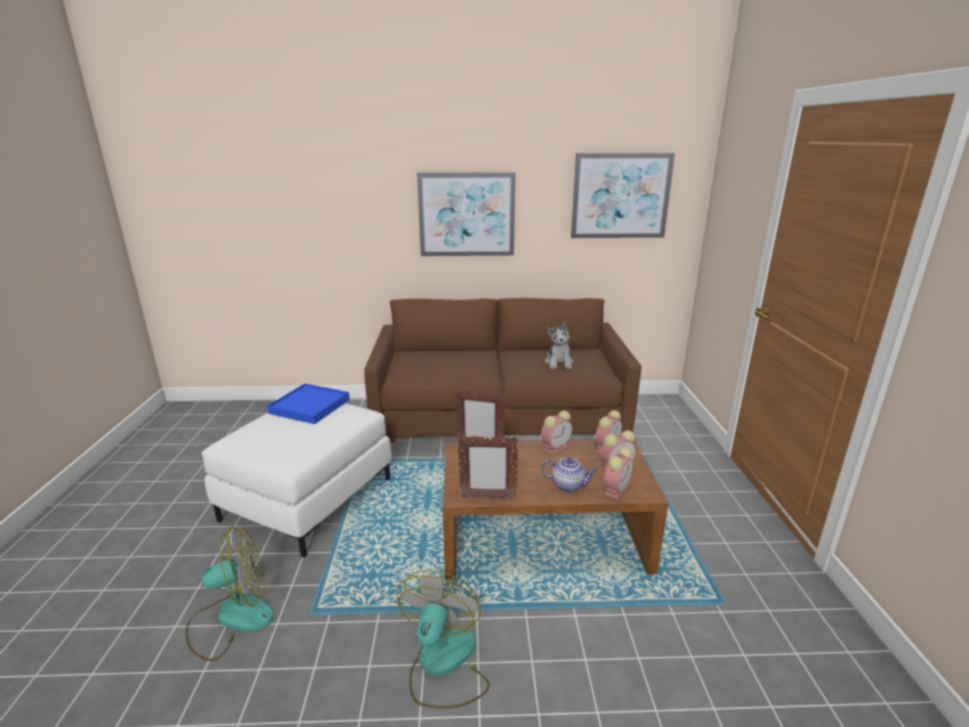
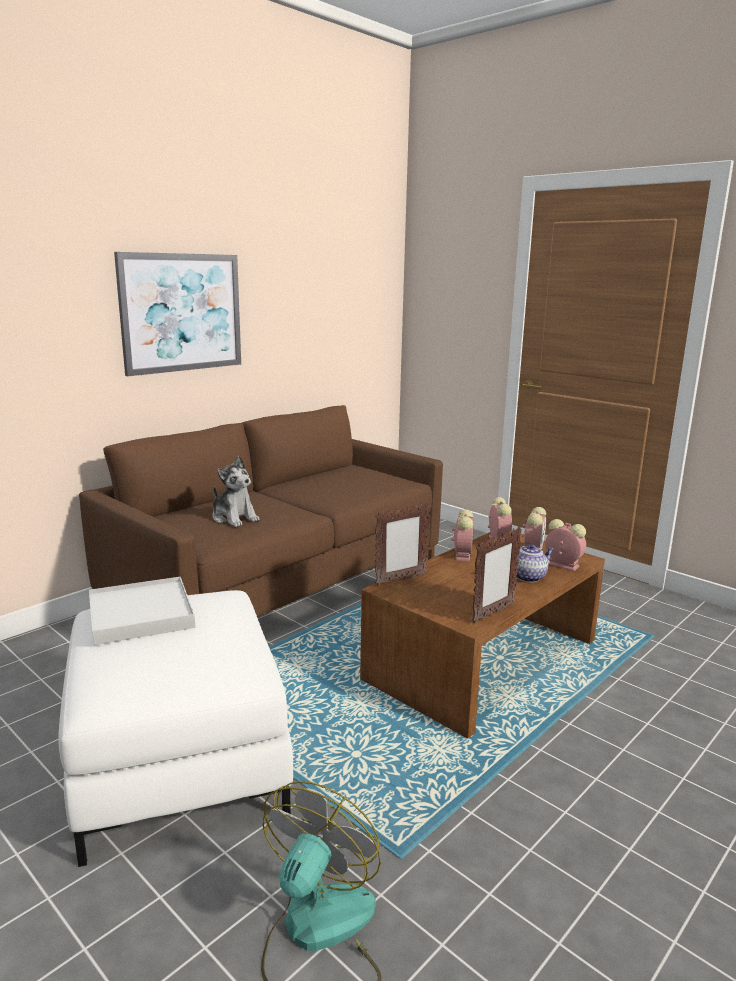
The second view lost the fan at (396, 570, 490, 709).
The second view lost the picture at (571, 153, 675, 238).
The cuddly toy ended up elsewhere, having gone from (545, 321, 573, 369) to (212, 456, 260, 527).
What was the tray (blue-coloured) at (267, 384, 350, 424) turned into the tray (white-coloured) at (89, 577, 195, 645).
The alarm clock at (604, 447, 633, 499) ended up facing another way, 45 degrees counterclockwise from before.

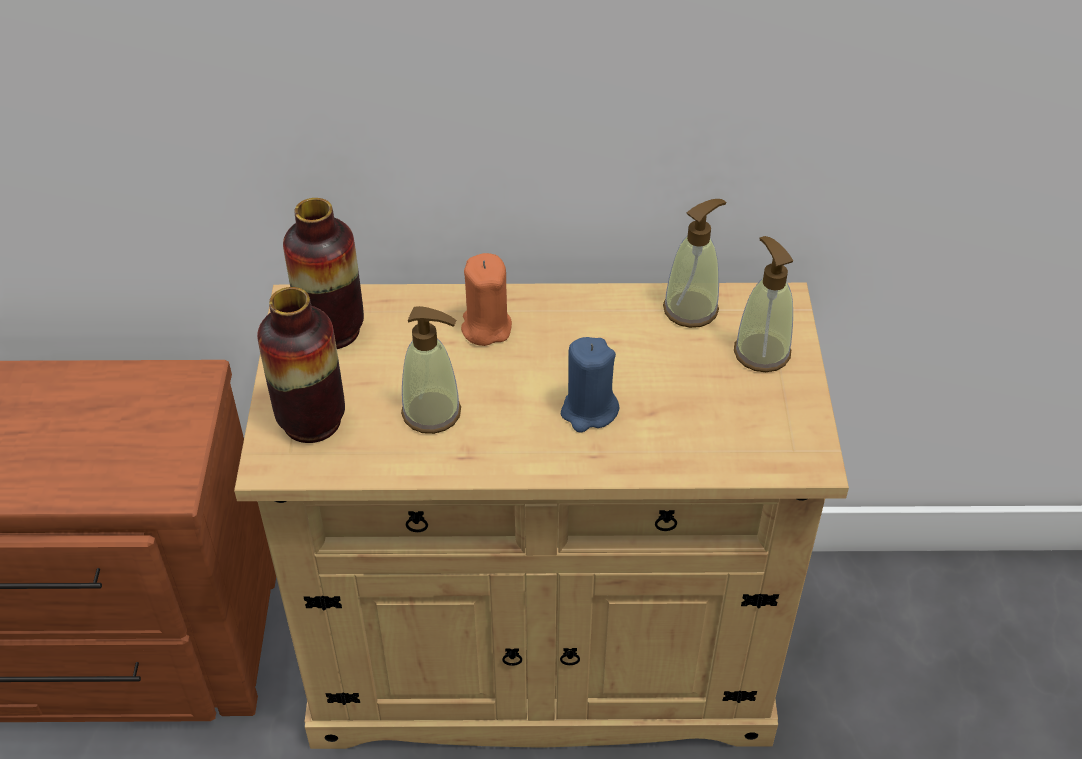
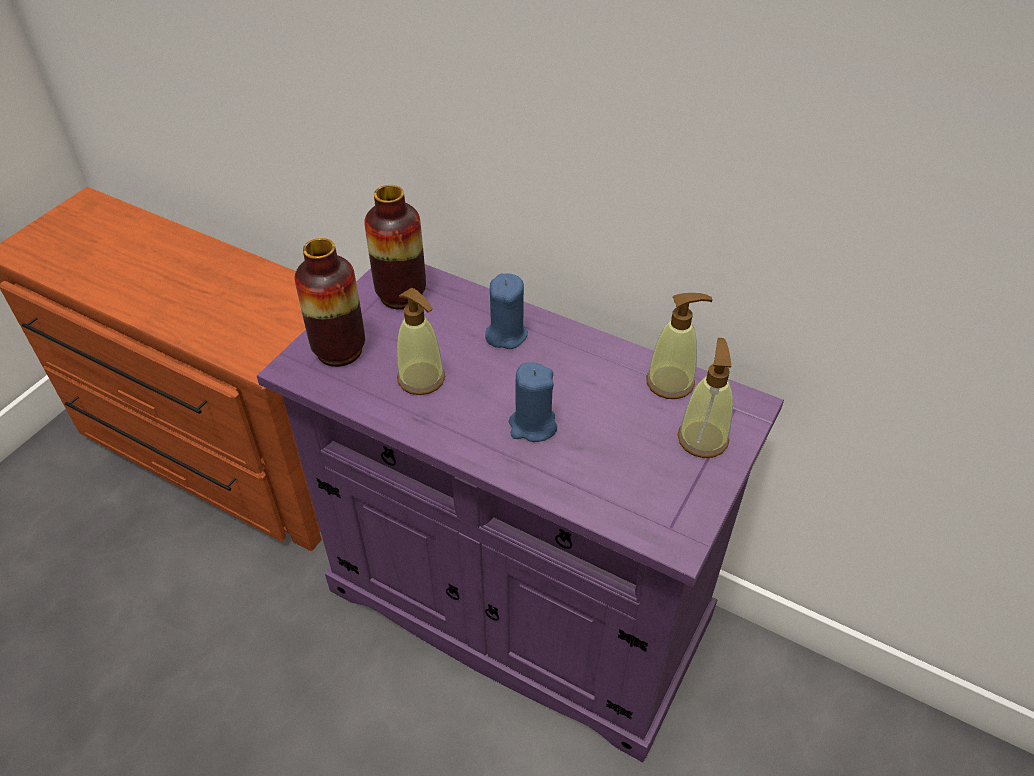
What was the cupboard (beige-coloured) at (234, 283, 849, 749) turned into the cupboard (purple) at (257, 264, 784, 762).
What was the wax light (orange-coloured) at (461, 253, 512, 346) turned into the wax light (blue-coloured) at (485, 274, 528, 349).

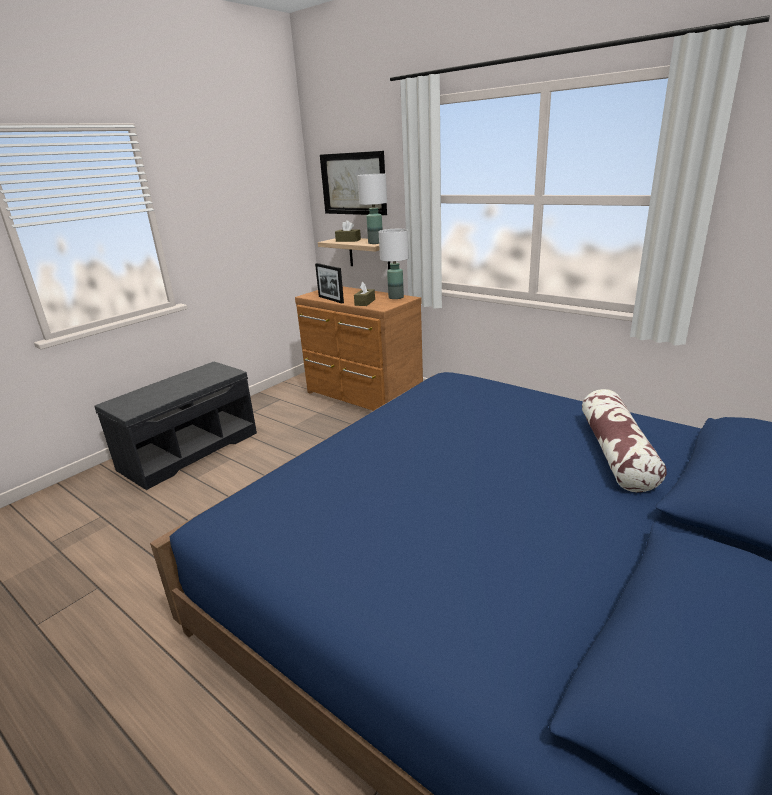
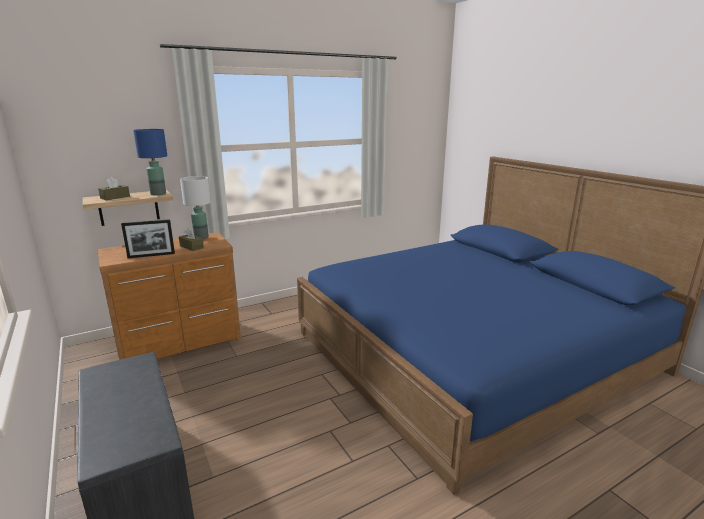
The second view lost the picture at (320, 151, 387, 215).
The second view lost the throw pillow at (582, 389, 667, 492).
What was the tabletop lamp (white-coloured) at (357, 174, 387, 244) turned into the tabletop lamp (blue-coloured) at (133, 129, 167, 195).

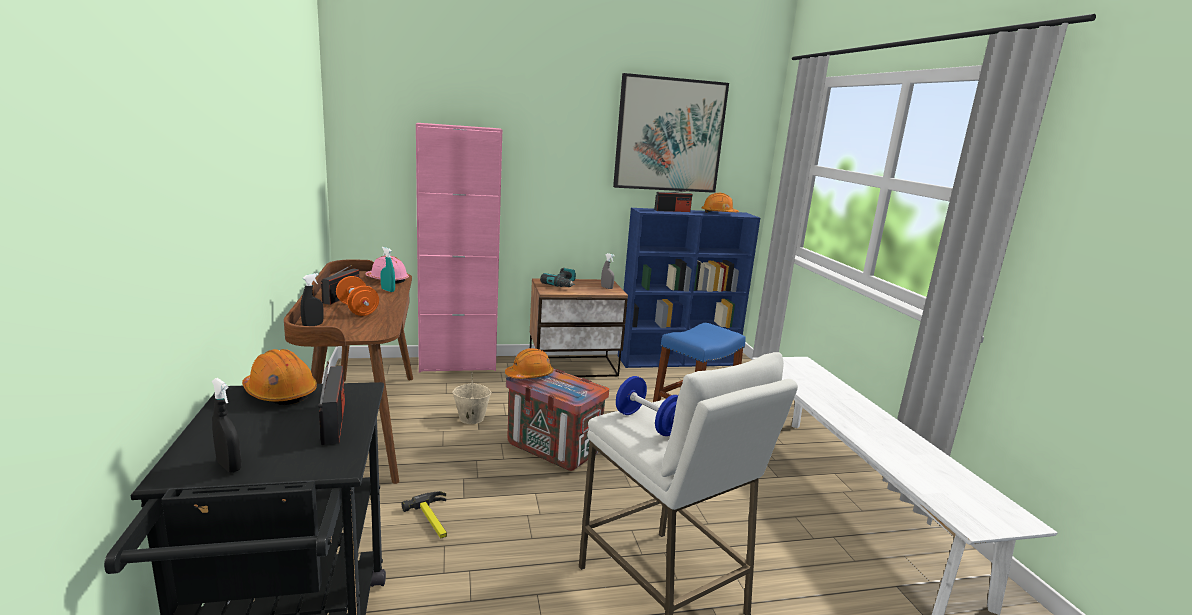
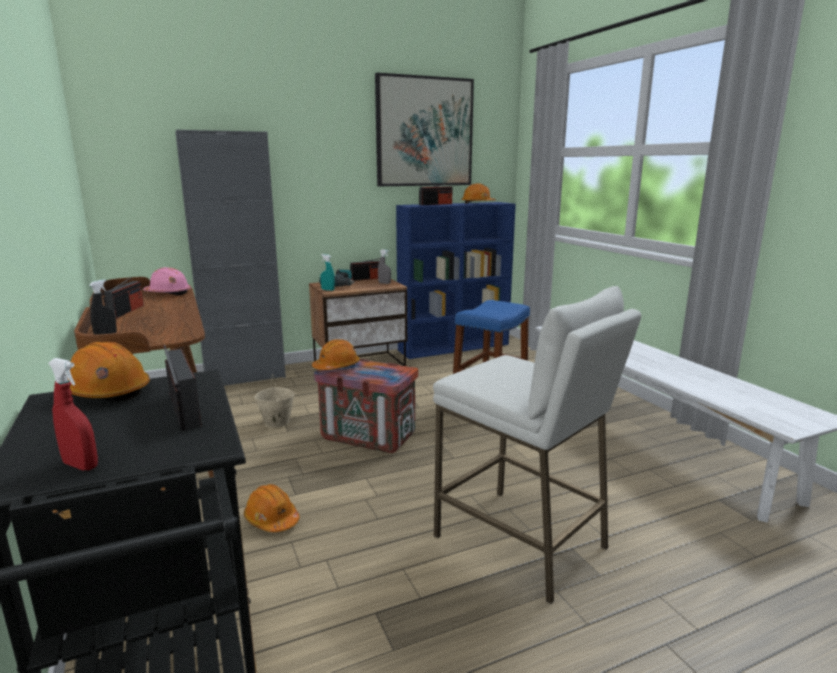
The second view lost the free weight (orange-coloured) at (336, 276, 379, 316).
The second view lost the free weight (blue-coloured) at (616, 376, 678, 436).
The second view gained the radio set at (350, 258, 380, 281).
The sprayer (blue-green) ended up elsewhere, having gone from (380, 247, 395, 292) to (320, 254, 335, 291).
Where the tool hammer stood at (402, 491, 447, 539), the safety helmet (orange-coloured) came to stand at (244, 484, 300, 532).
What was the sprayer (black-coloured) at (212, 378, 241, 473) turned into the sprayer (reddish) at (48, 358, 98, 470).
What was the cupboard (pinkish) at (416, 123, 502, 372) turned into the cupboard (gray) at (175, 130, 286, 386).

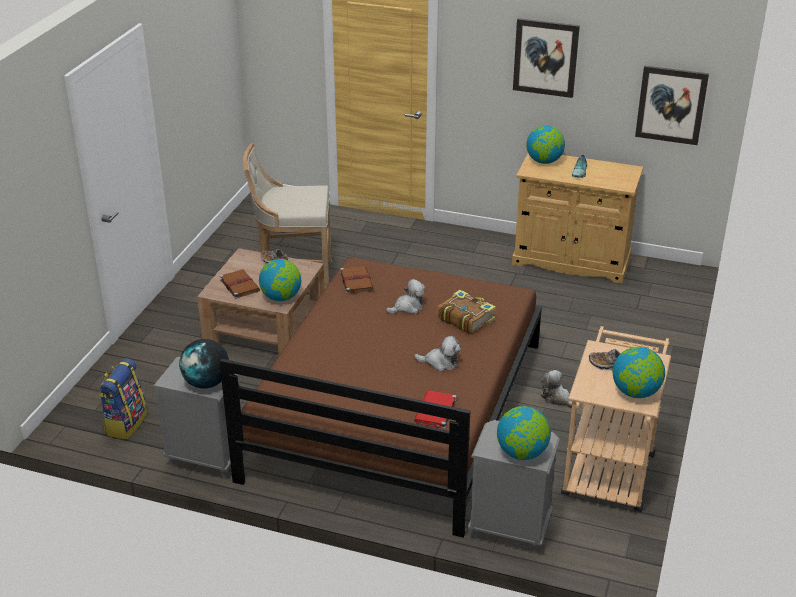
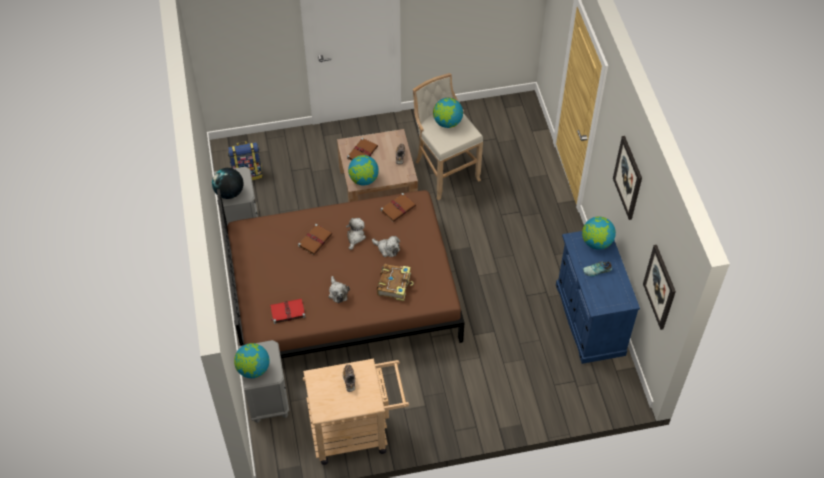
The second view gained the book (brown-coloured) at (298, 224, 332, 255).
The cuddly toy ended up elsewhere, having gone from (541, 370, 572, 408) to (346, 218, 366, 250).
The globe ended up elsewhere, having gone from (613, 347, 665, 398) to (433, 98, 463, 128).
What was the cupboard (beige-coloured) at (512, 153, 643, 284) turned into the cupboard (blue-coloured) at (556, 231, 640, 364).

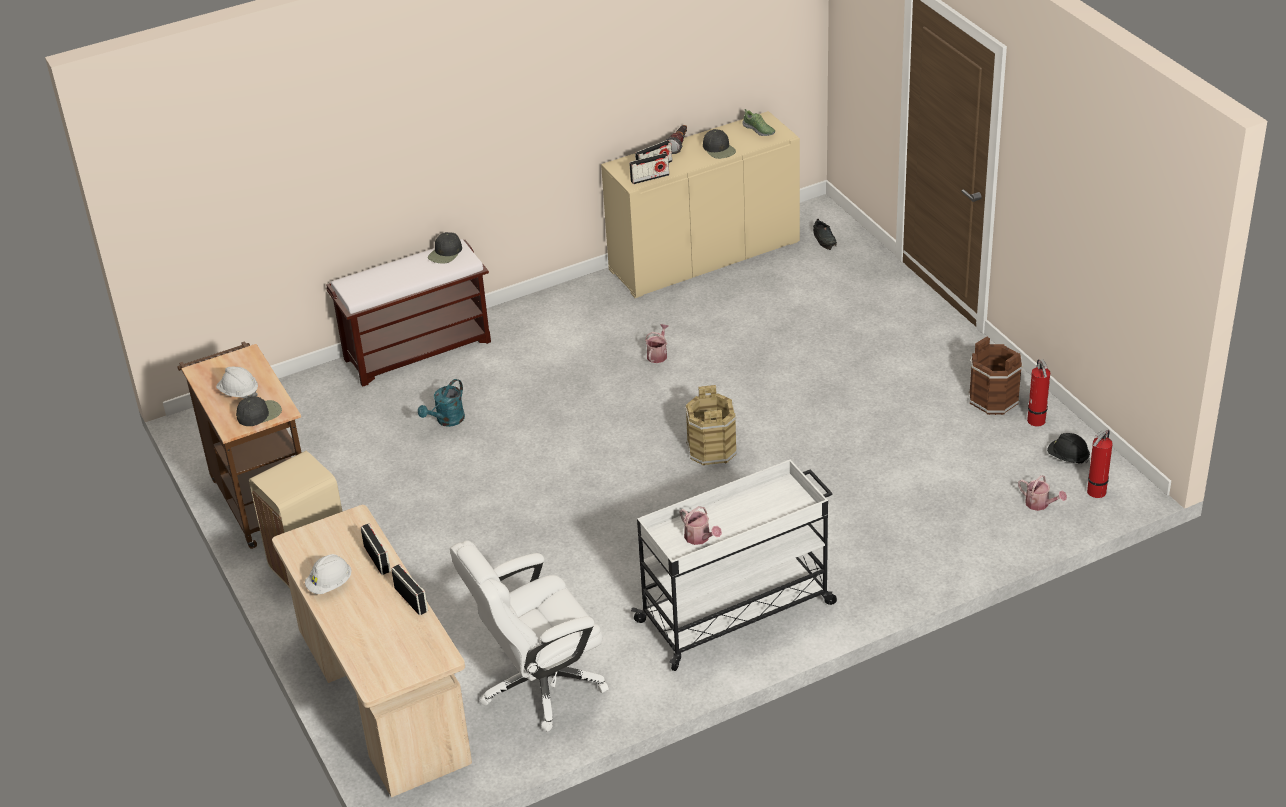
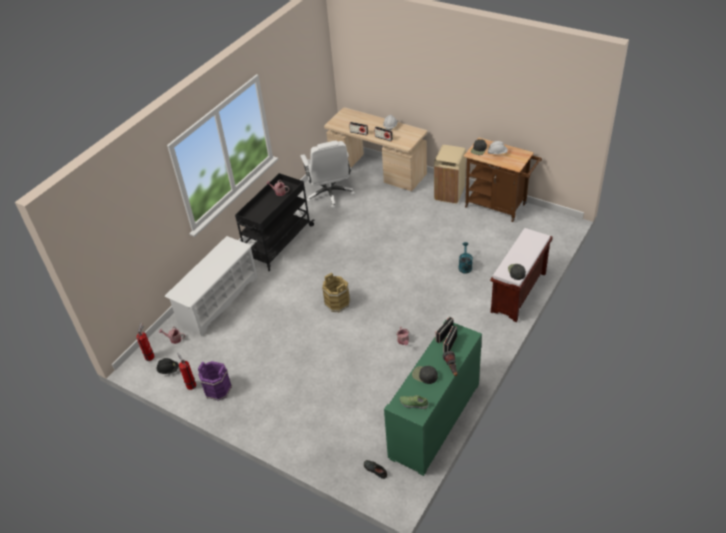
The second view gained the shoe shelf (white-coloured) at (165, 236, 258, 336).
What was the cupboard (beige-coloured) at (601, 111, 800, 298) turned into the cupboard (greenish) at (384, 320, 482, 476).
What was the trolley (white-coloured) at (631, 459, 837, 671) turned into the trolley (black-coloured) at (235, 173, 315, 271).
What was the water bucket (brown-coloured) at (968, 336, 1023, 415) turned into the water bucket (purple) at (198, 361, 232, 401).
The computer chair (white-coloured) at (450, 541, 609, 732) ended up facing another way, 135 degrees clockwise from before.

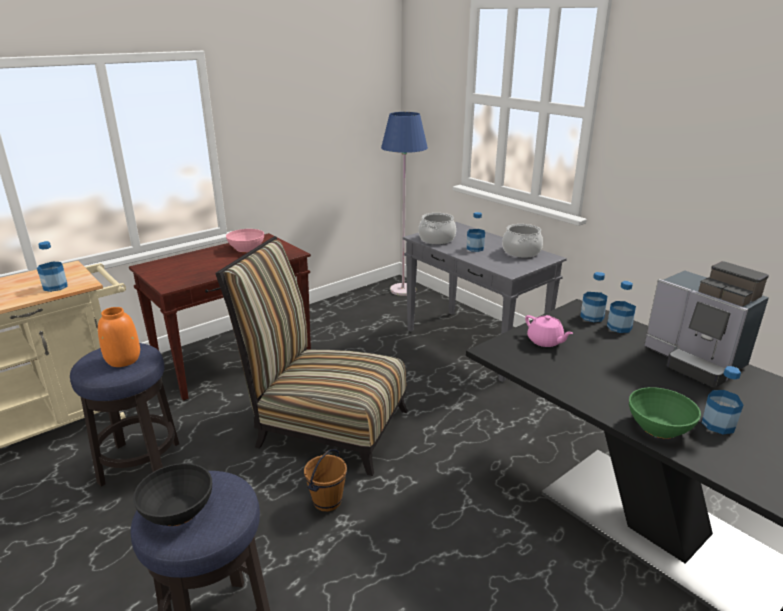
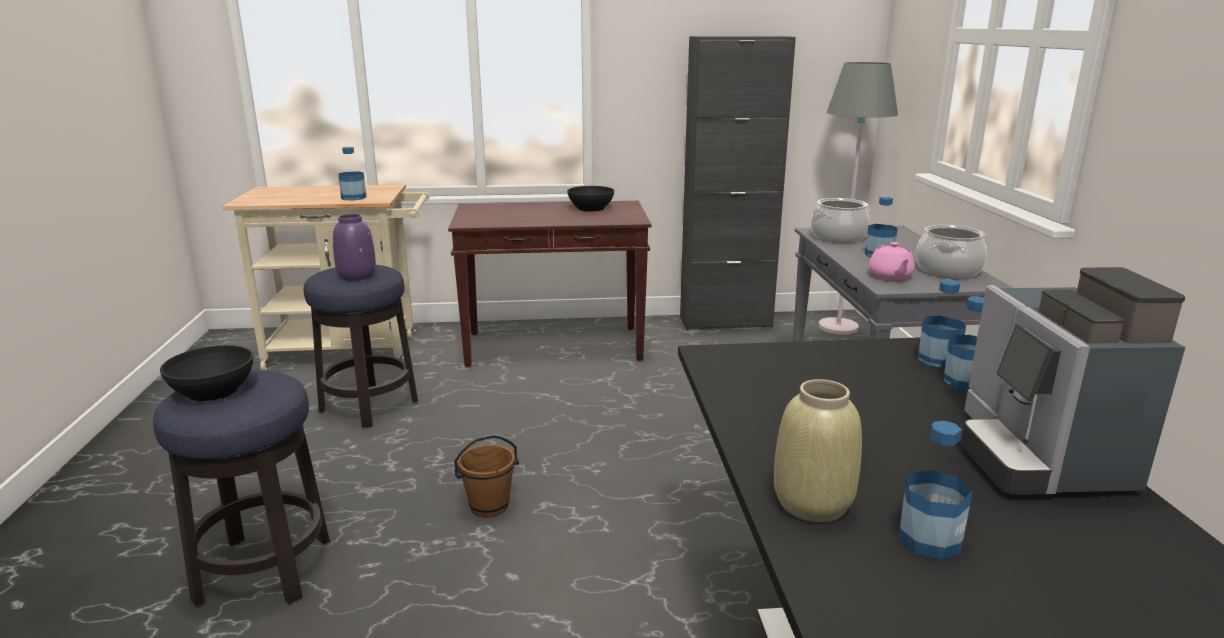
The second view lost the plain chair at (215, 236, 408, 476).
The second view gained the cupboard (black-coloured) at (680, 36, 796, 331).
The tea pot (pinkish) ended up elsewhere, having gone from (525, 315, 573, 347) to (868, 242, 915, 280).
Where the deep dish (greenish) stood at (629, 387, 701, 439), the decorative vase (beige-coloured) came to stand at (774, 379, 862, 522).
What was the decorative vase (orange-coloured) at (98, 307, 140, 367) turned into the decorative vase (purple) at (333, 214, 376, 281).
What was the deep dish (pinkish) at (226, 229, 264, 252) turned into the deep dish (black-coloured) at (567, 186, 614, 212).
What was the floor lamp (blue-coloured) at (381, 112, 428, 296) turned into the floor lamp (gray) at (818, 62, 898, 335).

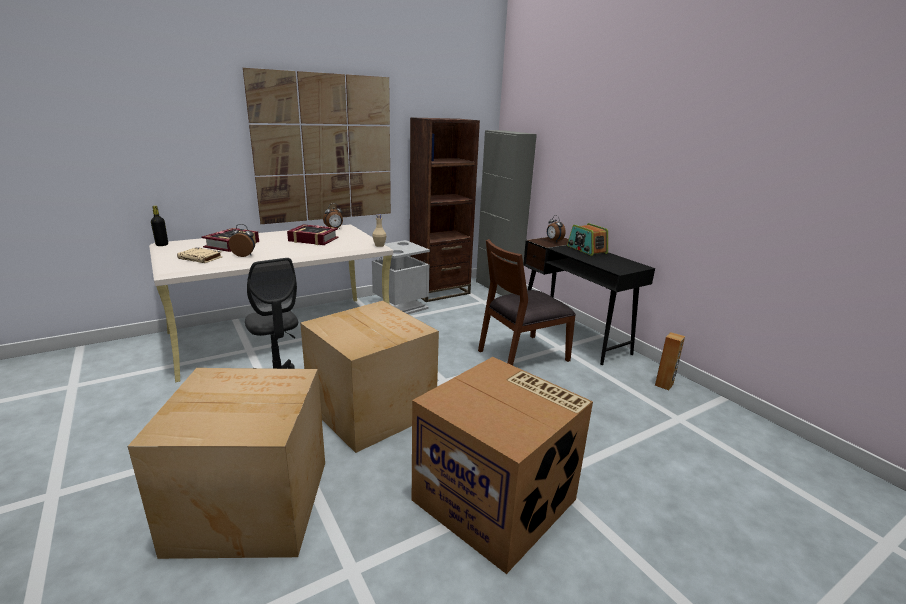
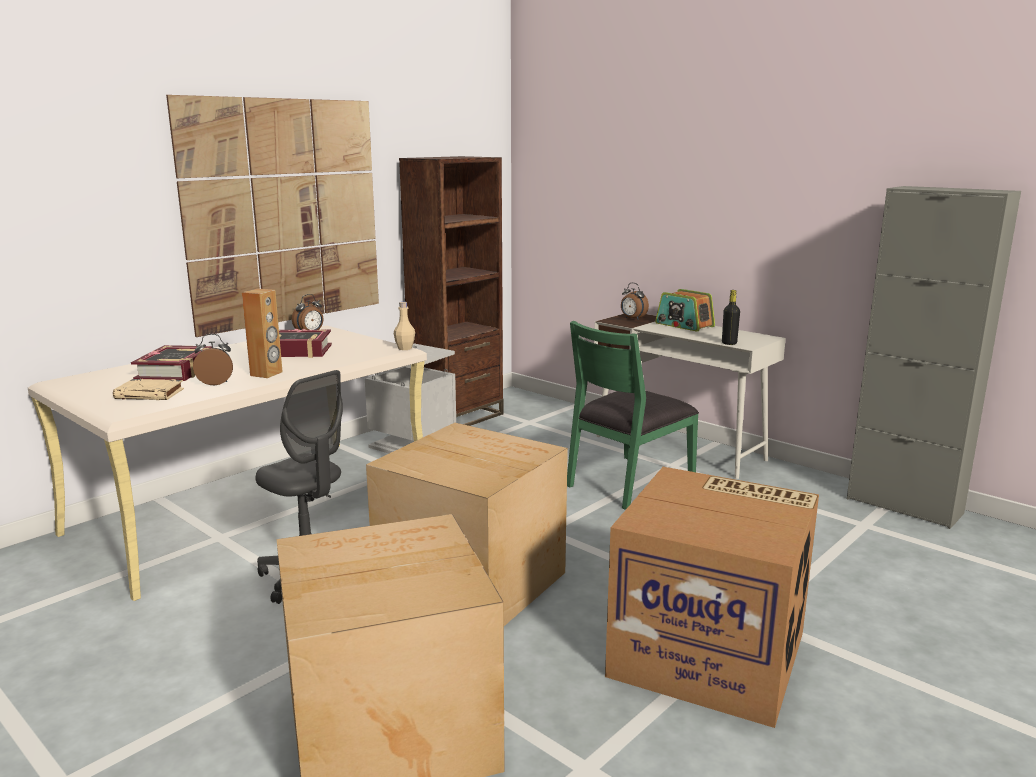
The beverage bottle (black-coloured) ended up elsewhere, having gone from (151, 206, 168, 246) to (722, 290, 740, 345).
The cupboard (gray) ended up elsewhere, having gone from (476, 130, 537, 296) to (847, 186, 1021, 529).
The loudspeaker (brown-coloured) ended up elsewhere, having gone from (655, 332, 685, 390) to (242, 289, 283, 378).
What was the plain chair (brown-coloured) at (478, 239, 576, 366) turned into the plain chair (greenish) at (567, 321, 699, 510).
What was the desk unit (black-coloured) at (523, 237, 655, 365) turned into the desk unit (white-coloured) at (594, 314, 786, 479).

